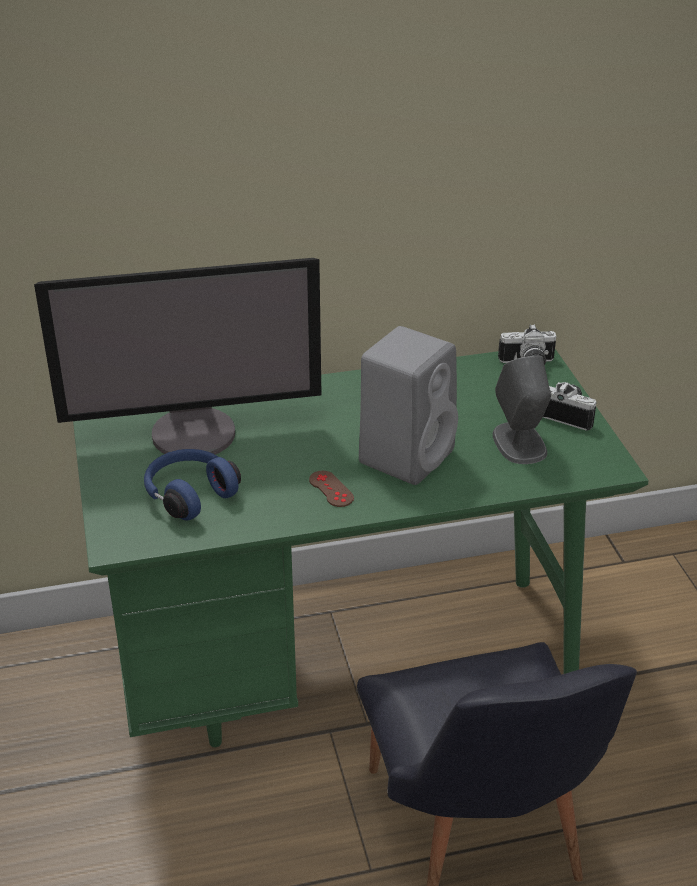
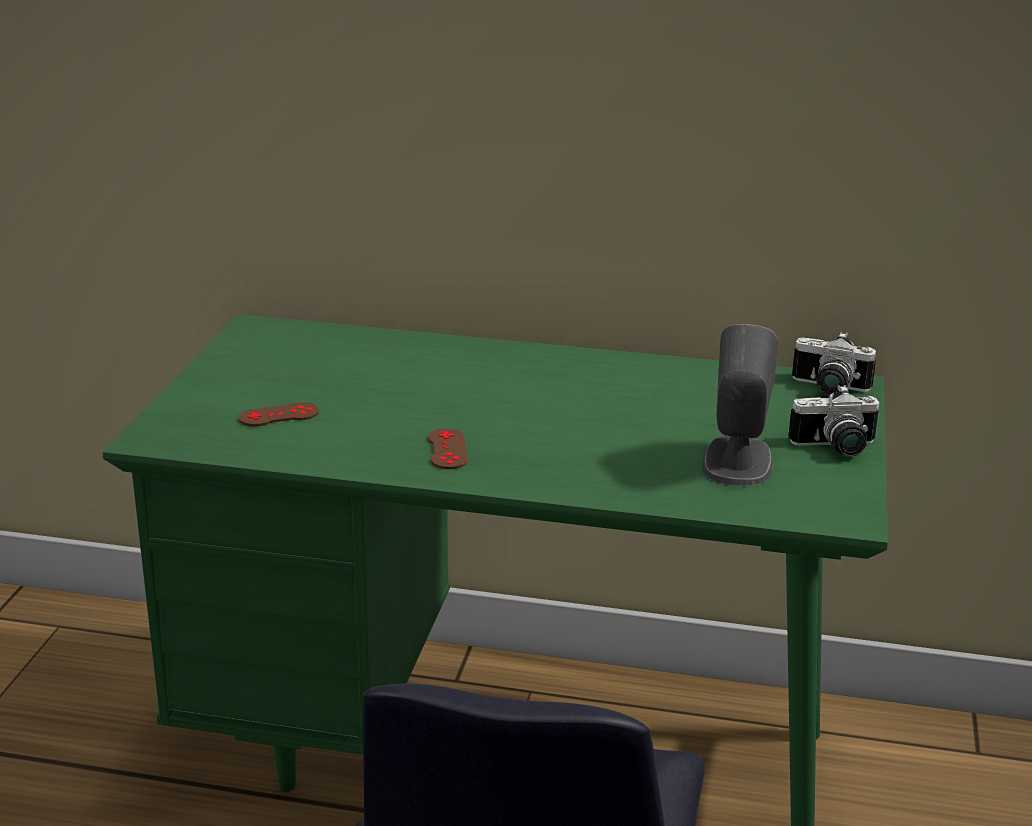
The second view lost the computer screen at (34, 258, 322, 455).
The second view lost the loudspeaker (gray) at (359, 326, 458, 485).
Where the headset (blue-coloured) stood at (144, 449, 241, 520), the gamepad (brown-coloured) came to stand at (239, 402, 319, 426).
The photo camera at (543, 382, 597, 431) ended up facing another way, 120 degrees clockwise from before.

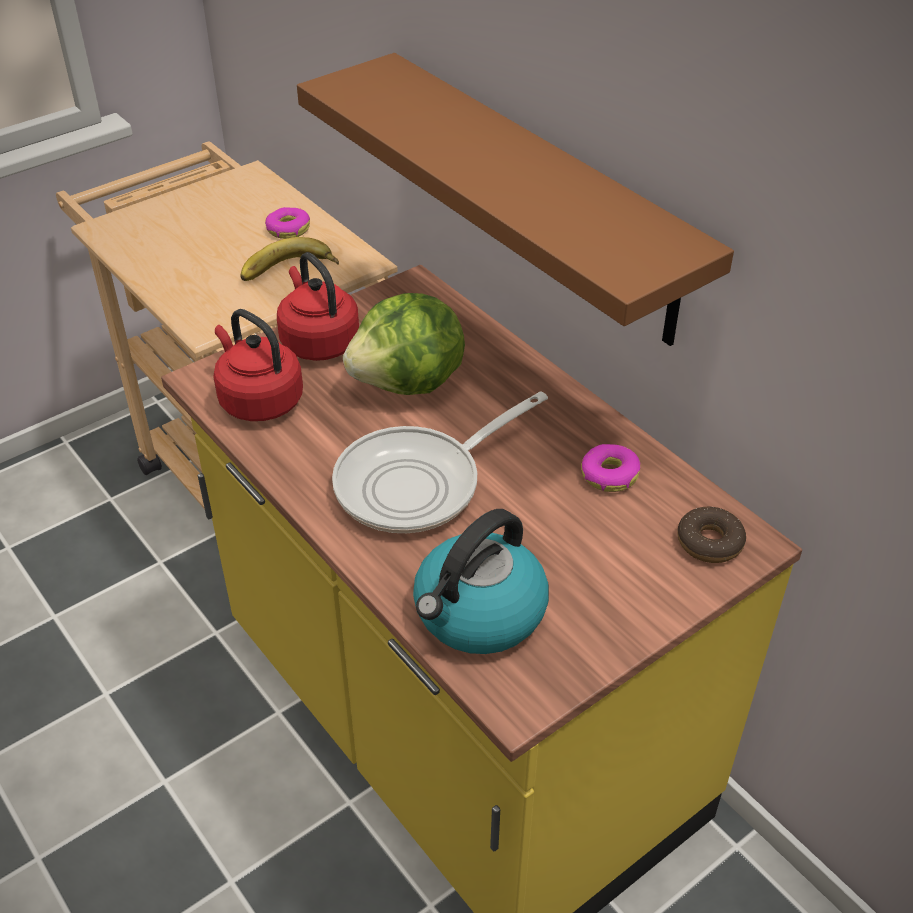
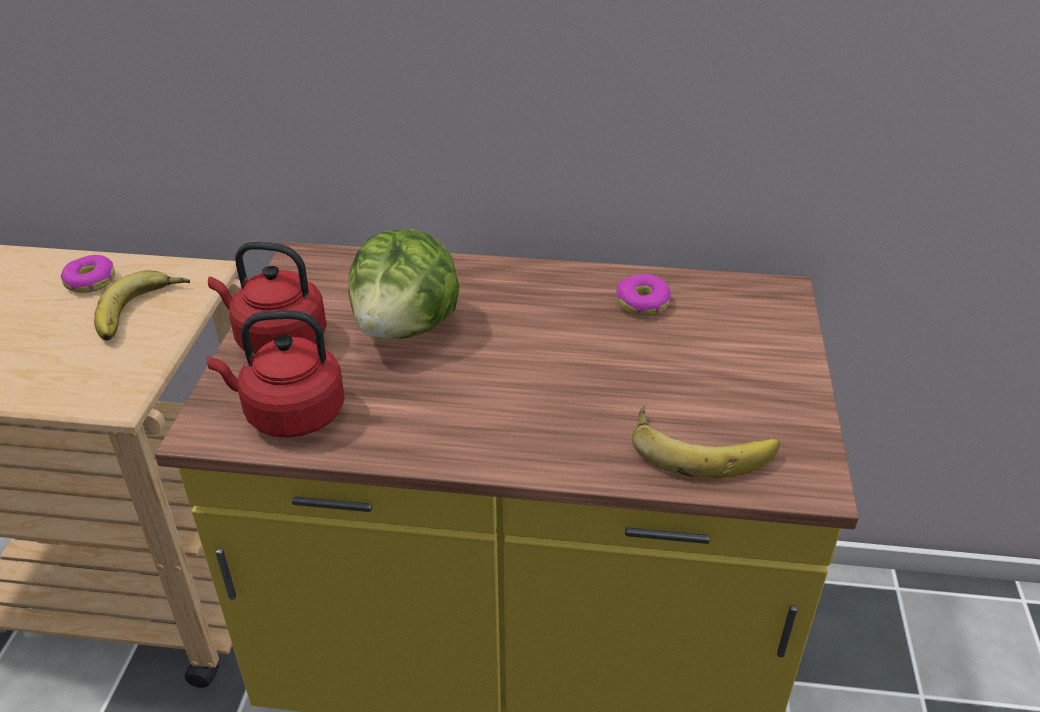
The second view lost the wall shelf (brown-coloured) at (297, 53, 734, 346).
The second view lost the skillet at (332, 391, 548, 533).
The second view lost the doughnut at (677, 507, 746, 563).
Where the kettle stood at (413, 509, 549, 654), the banana came to stand at (632, 406, 779, 478).

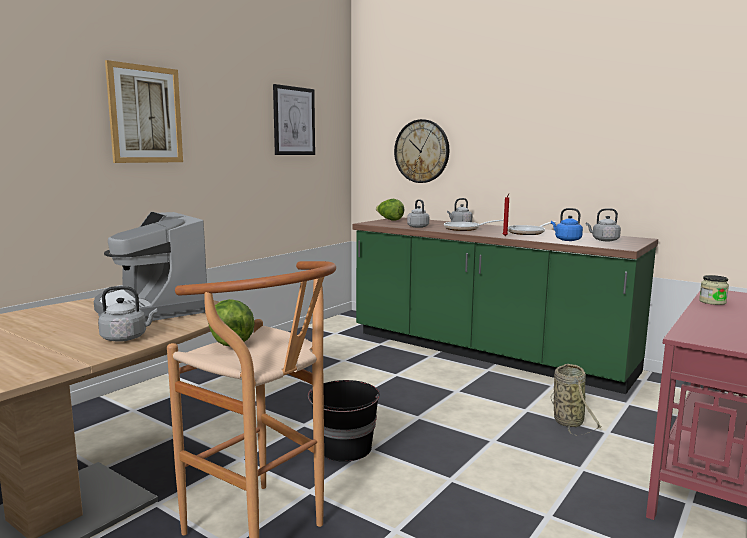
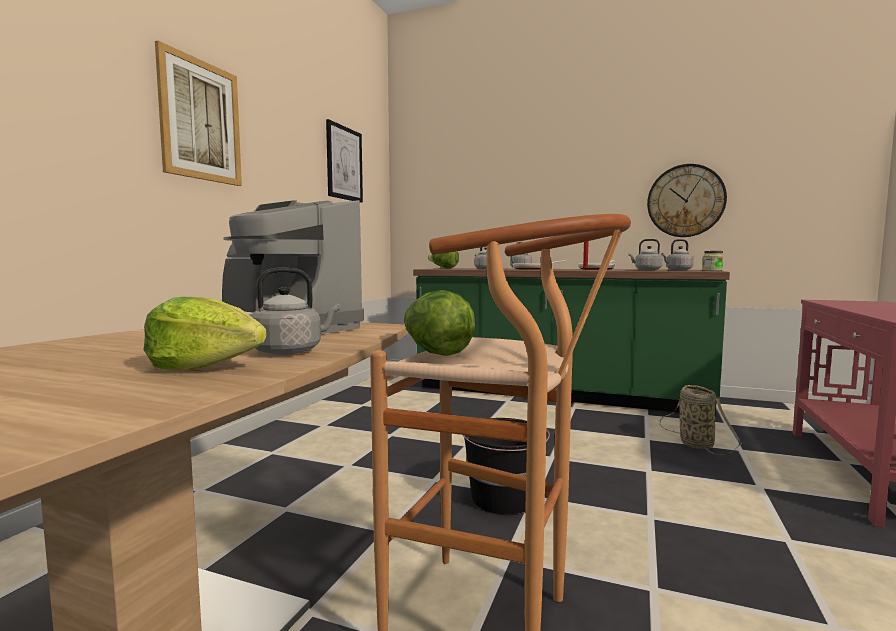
The second view gained the head of lettuce at (144, 297, 267, 370).
The wall clock ended up elsewhere, having gone from (394, 119, 449, 183) to (647, 164, 727, 237).
The preserve jar ended up elsewhere, having gone from (699, 275, 729, 305) to (702, 251, 724, 271).
What was the kettle (blue-coloured) at (551, 208, 583, 241) turned into the kettle (gray) at (629, 239, 663, 270).

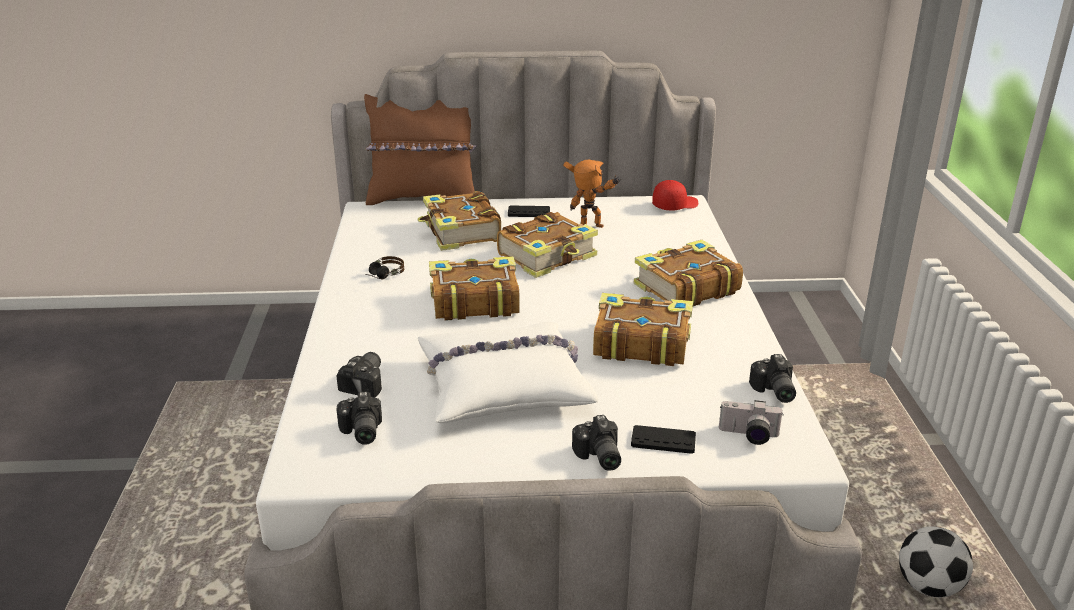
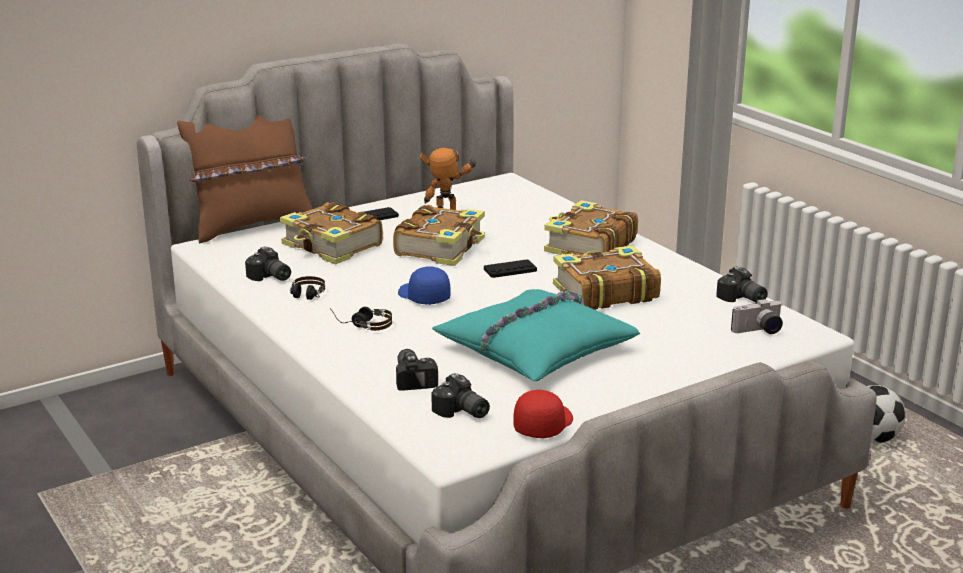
The second view gained the headset at (330, 307, 392, 331).
The photo camera ended up elsewhere, having gone from (572, 415, 621, 471) to (245, 246, 291, 281).
The gamepad (black-coloured) ended up elsewhere, having gone from (631, 425, 696, 454) to (484, 259, 537, 278).
The cap (reddish) ended up elsewhere, having gone from (652, 180, 698, 210) to (513, 390, 573, 439).
Where the book stood at (429, 256, 520, 321), the cap (blue-coloured) came to stand at (398, 266, 451, 305).
What was the throw pillow (white-coloured) at (418, 322, 598, 423) turned into the throw pillow (blue-green) at (432, 289, 640, 381).

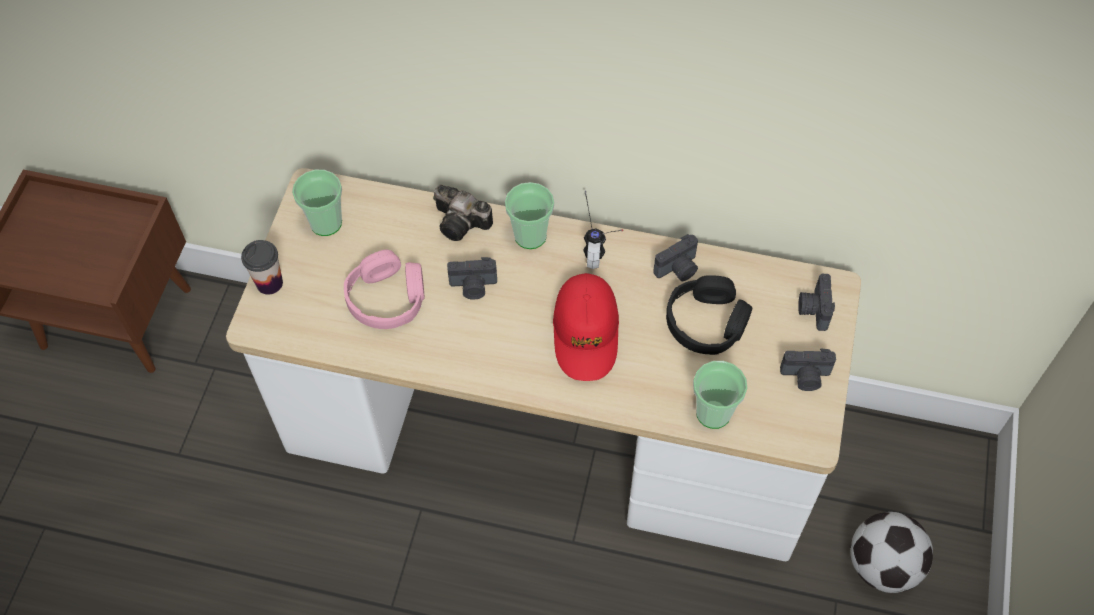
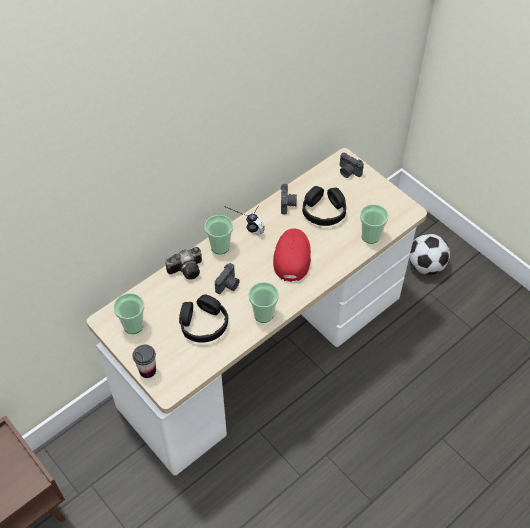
The second view lost the photo camera at (780, 348, 836, 391).
The second view gained the cup at (248, 282, 279, 323).
What was the headset (pinkish) at (344, 250, 425, 329) turned into the headset (black-coloured) at (179, 294, 228, 343).
The cap (reddish) at (553, 273, 619, 381) ended up facing another way, 120 degrees counterclockwise from before.

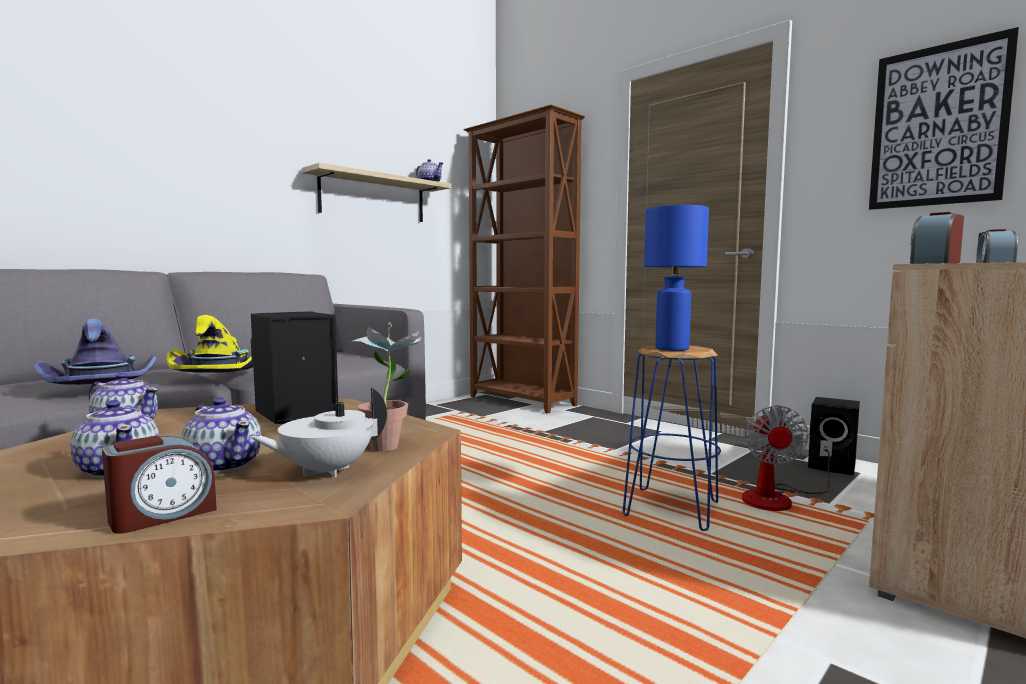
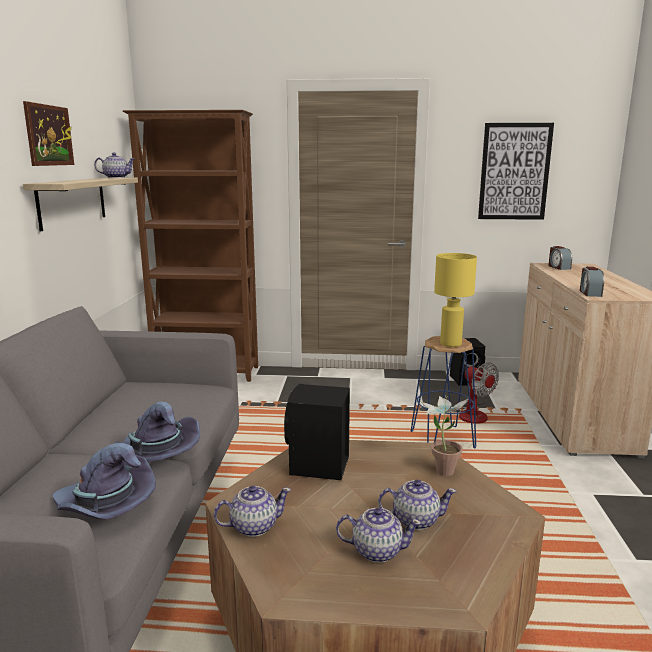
The second view lost the alarm clock at (102, 436, 217, 534).
The second view lost the tea pot (white-coloured) at (250, 388, 387, 477).
The second view gained the picture at (23, 101, 74, 166).
What was the clothing hat (yellow) at (167, 315, 253, 373) turned into the clothing hat (purple) at (115, 401, 200, 462).
What was the tabletop lamp (blue-coloured) at (644, 205, 709, 351) turned into the tabletop lamp (yellow) at (434, 253, 477, 347).

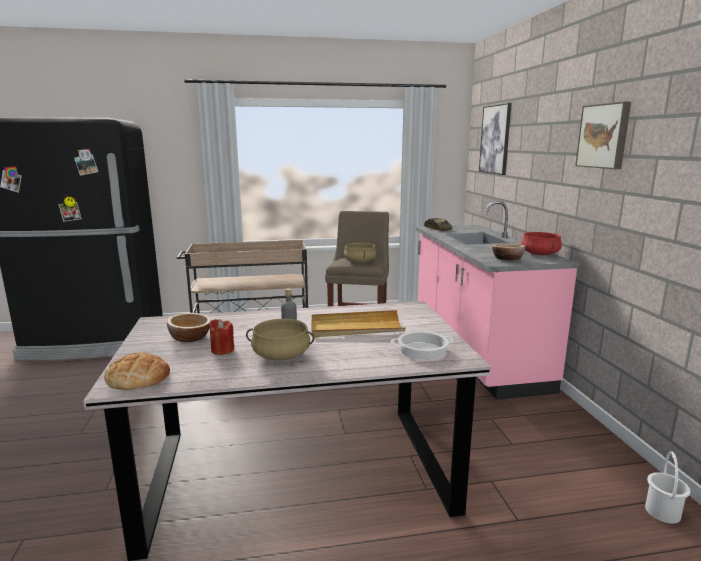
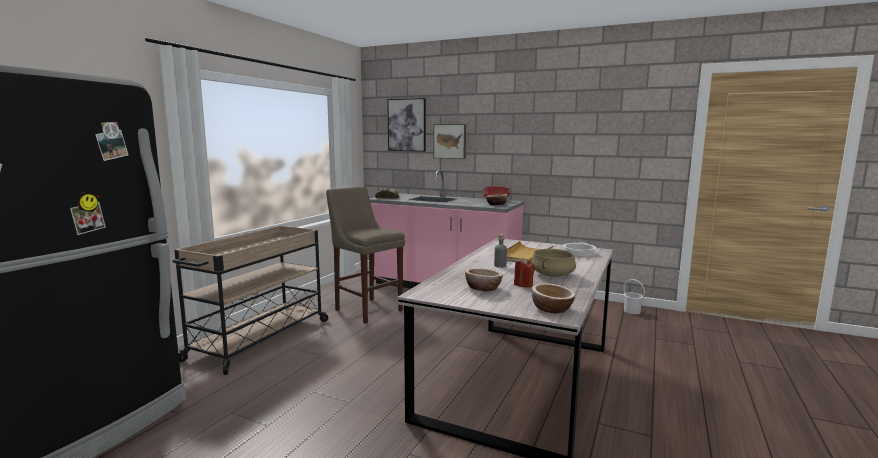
The second view lost the saucepot (beige-coloured) at (344, 243, 376, 263).
The picture ended up elsewhere, having gone from (575, 102, 631, 169) to (433, 124, 466, 159).
Where the bakery bread stood at (104, 352, 170, 390), the deep dish came to stand at (532, 283, 575, 313).

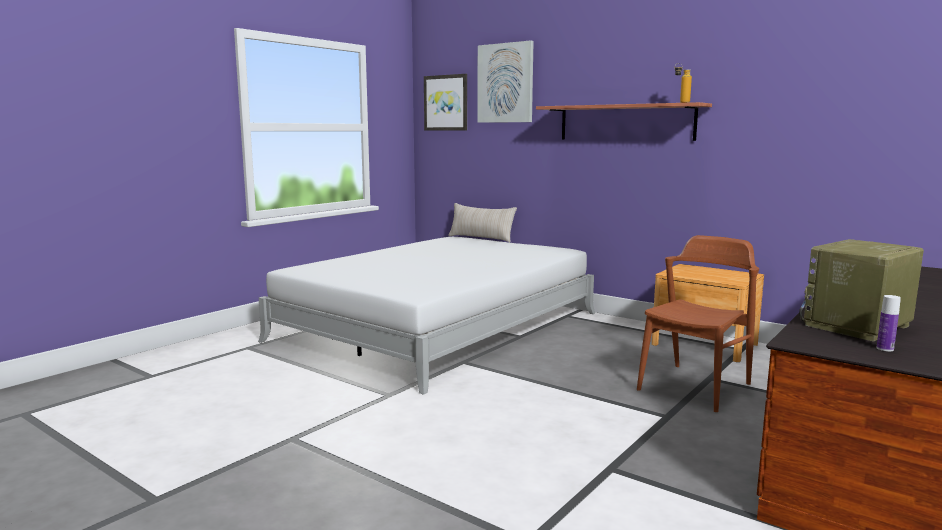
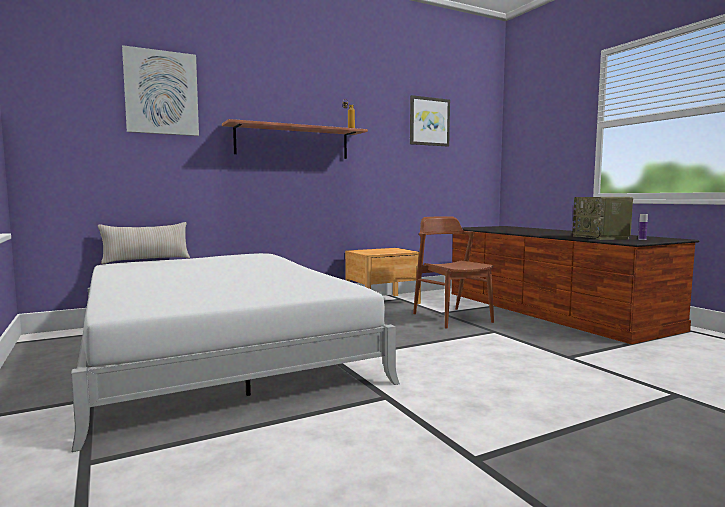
The picture ended up elsewhere, having gone from (424, 74, 467, 131) to (410, 95, 450, 147).

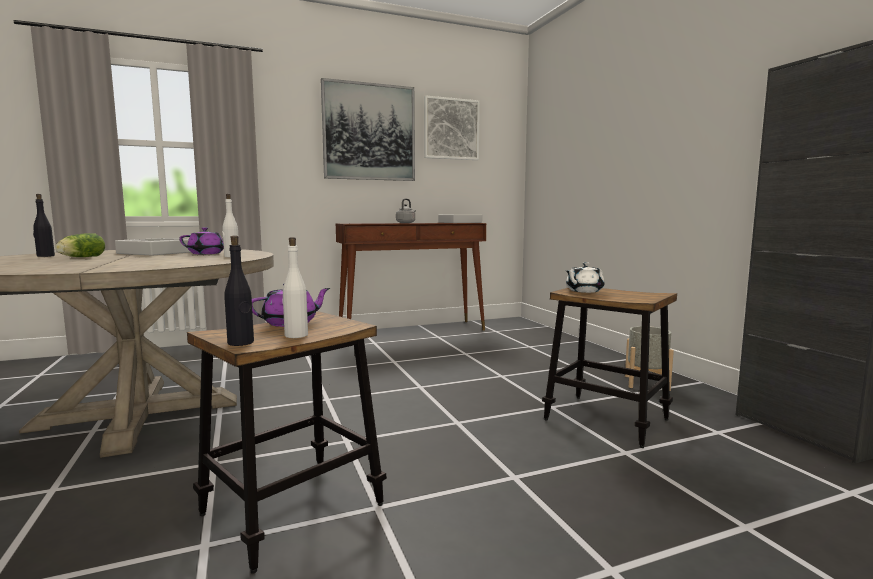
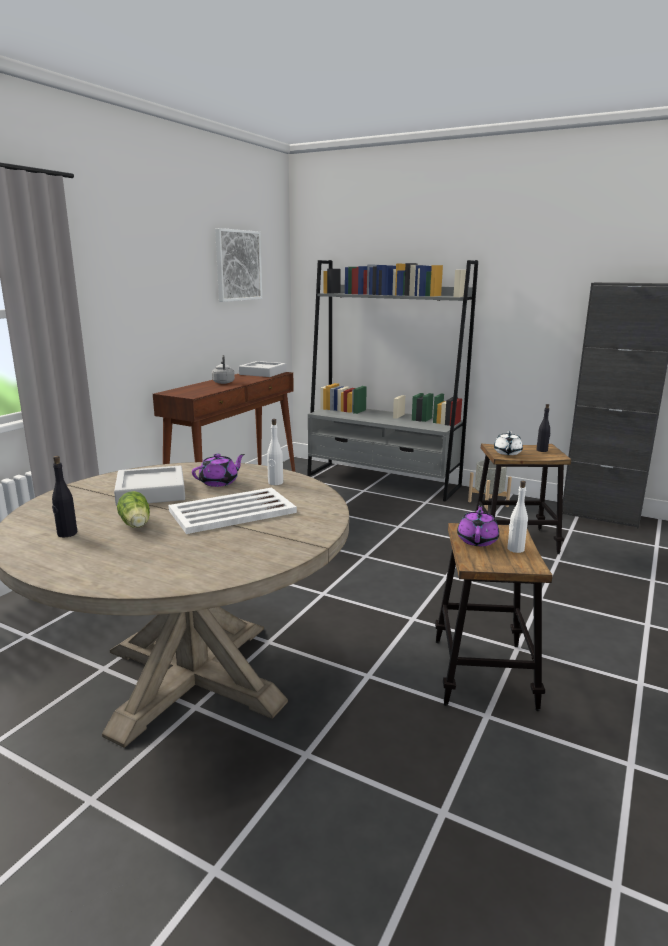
The second view lost the picture at (321, 78, 415, 181).
The second view gained the tray (white-coloured) at (168, 488, 297, 534).
The second view gained the shelving unit (gray) at (307, 260, 478, 502).
The beverage bottle (black-coloured) ended up elsewhere, having gone from (224, 236, 254, 346) to (536, 404, 550, 452).

